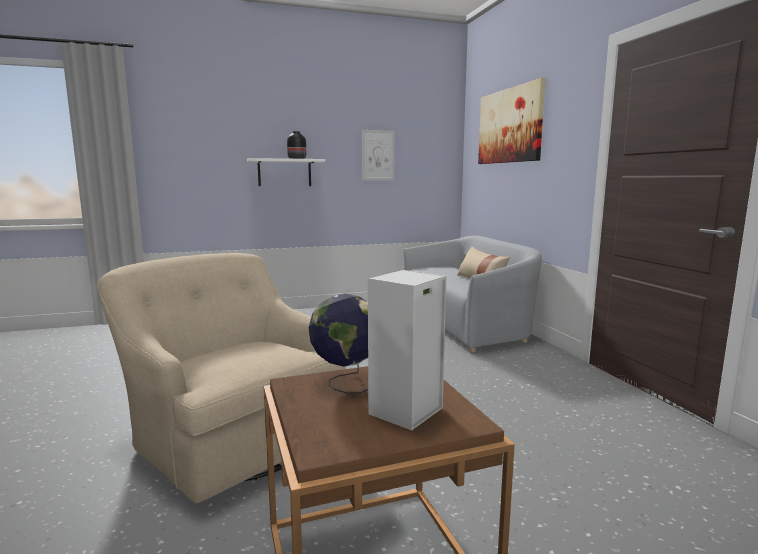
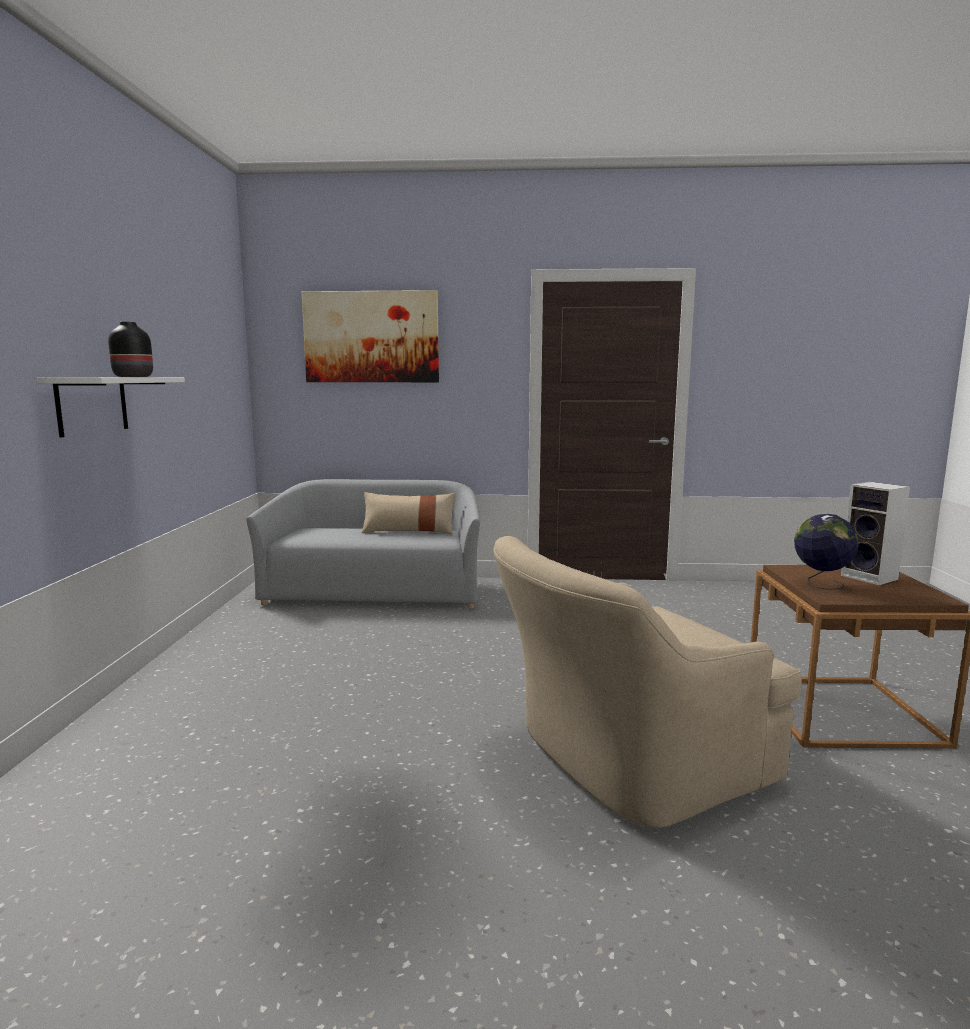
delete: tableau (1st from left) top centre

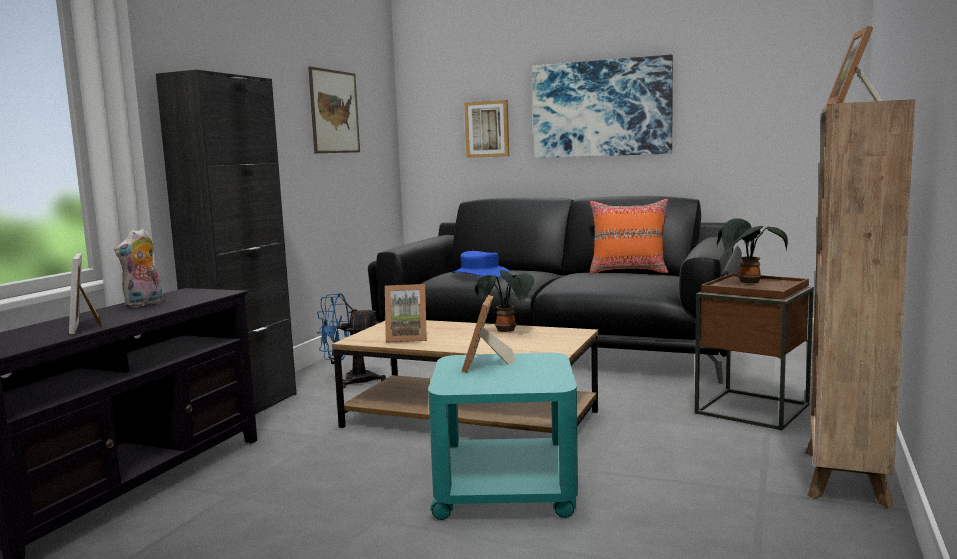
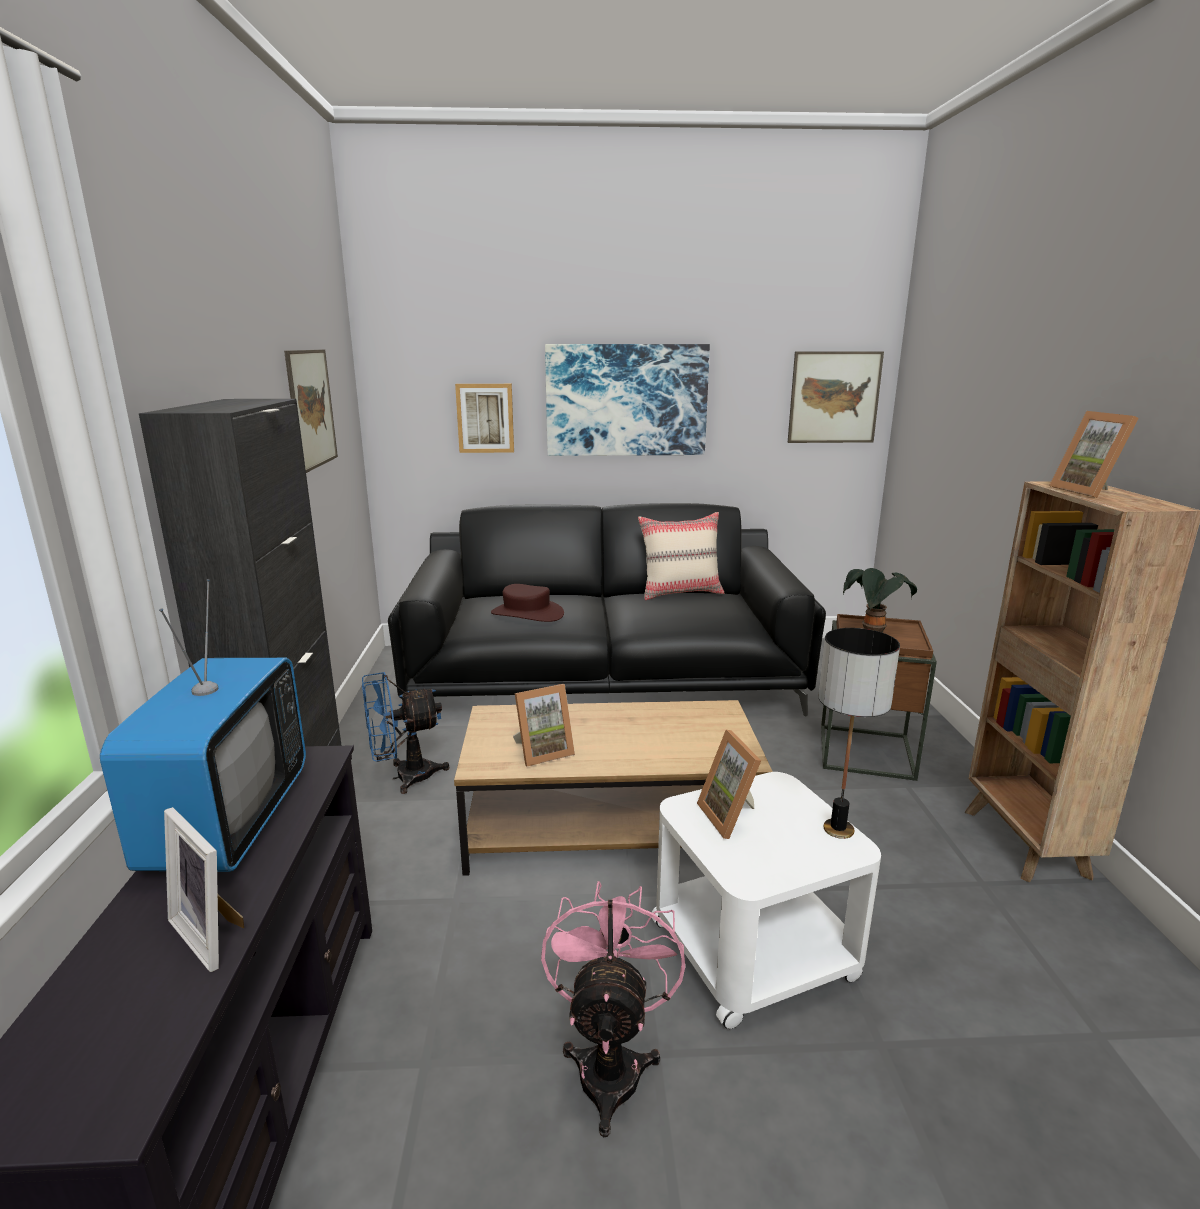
delete: plante en pot (1st from left) centre
insert: tableau (4th from left) top right; lampe de table middle right; ventilateur [rose] bottom centre
replace: peluche middle left to téléviseur middle left
recolor: coussin [orange] centre to coussin [beige] centre; chapeau [bleu] centre to chapeau [marron] centre; table d'appoint [turquoise] bottom centre to table d'appoint [blanc] bottom centre

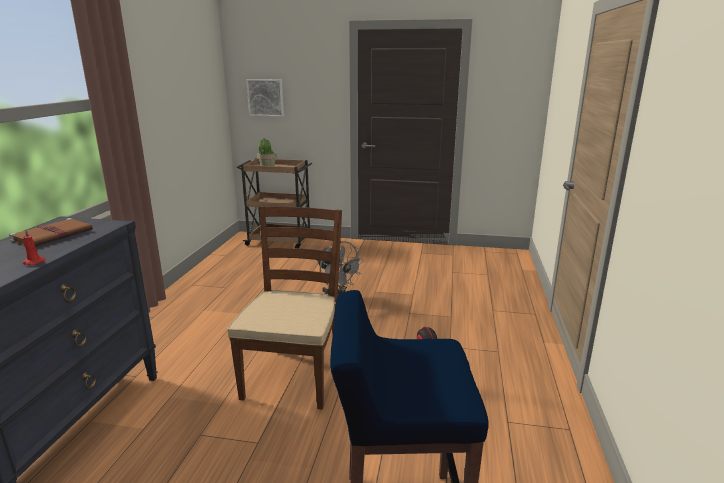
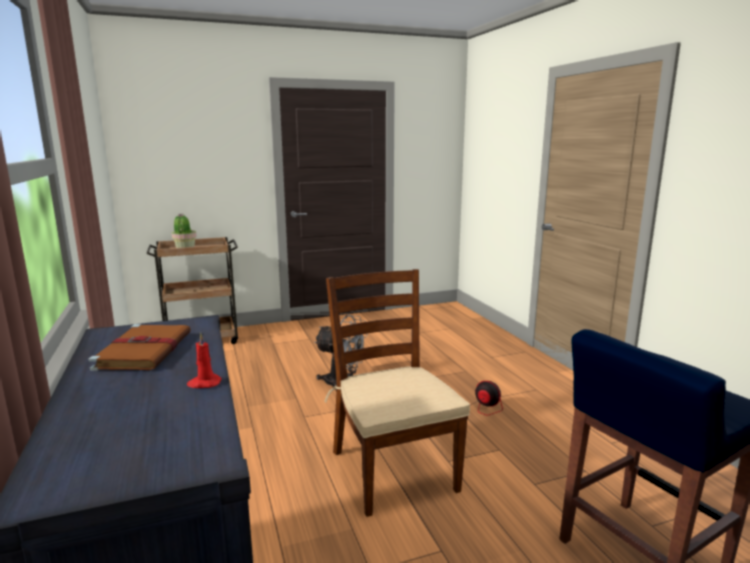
delete: tableau top centre

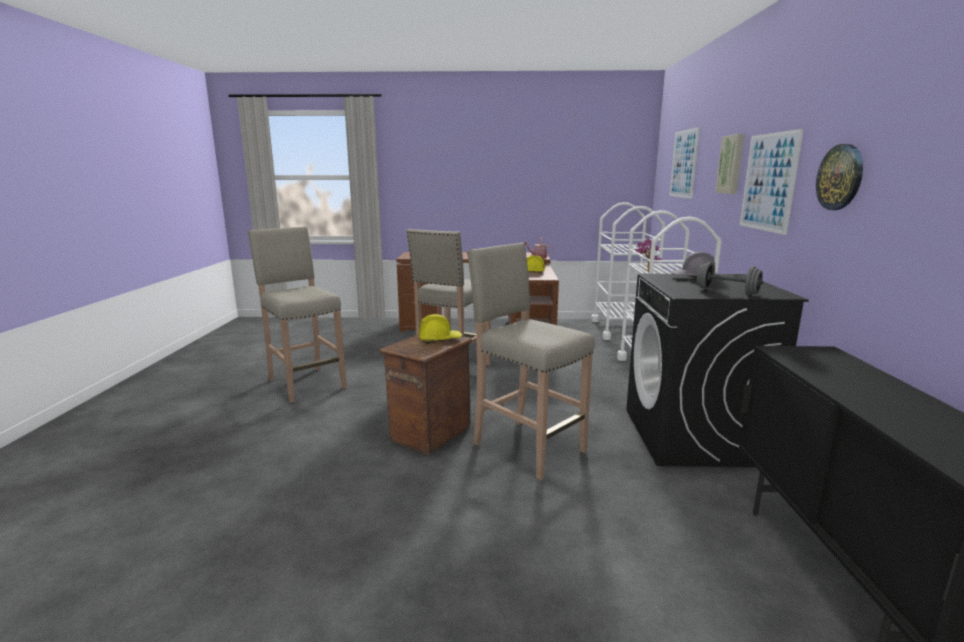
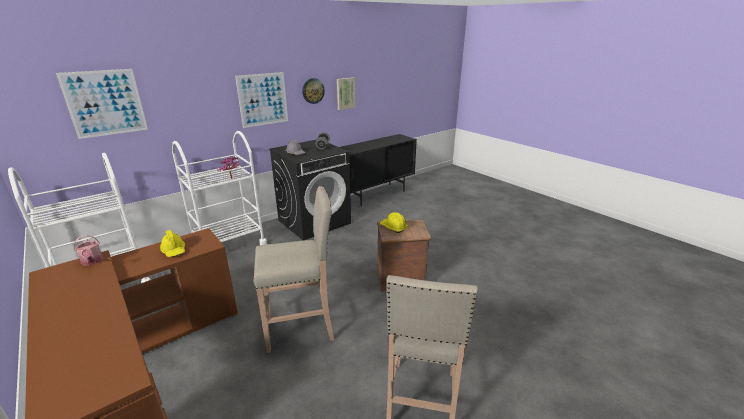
delete: tabouret [beige] (3rd from left) centre
move: tableau (2nd from left in the first image) top right to tableau (3rd from left) top centre

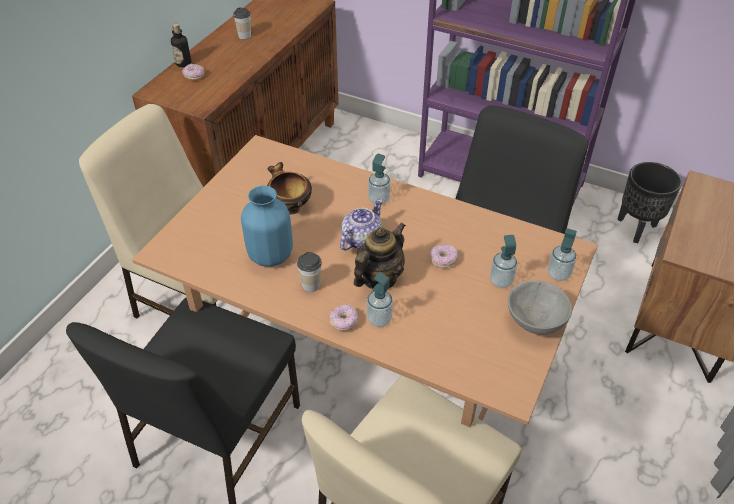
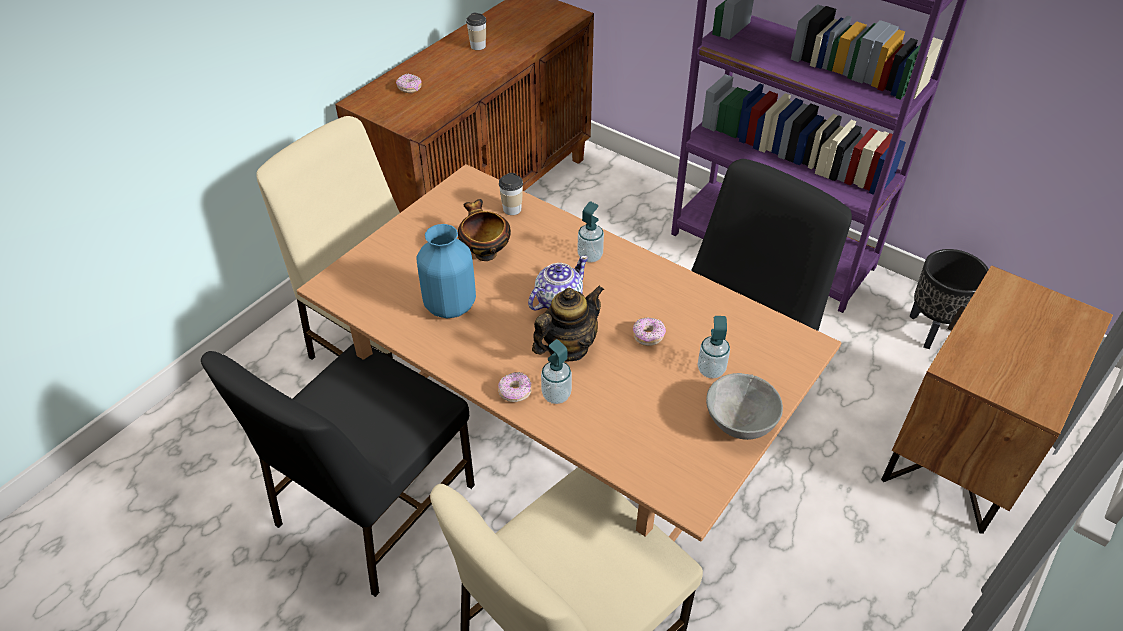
delete: bouteille top left; distributeur de savon (4th from left) middle right
move: tasse (2nd from left) centre to top centre

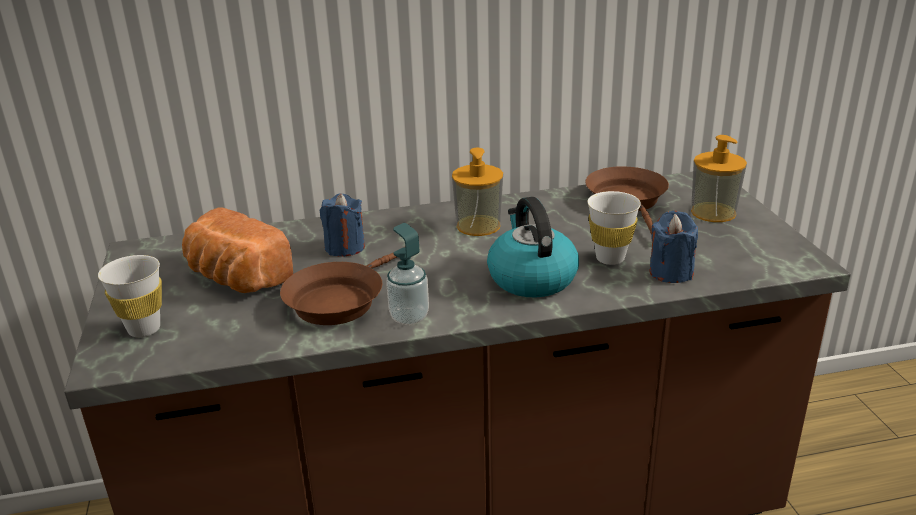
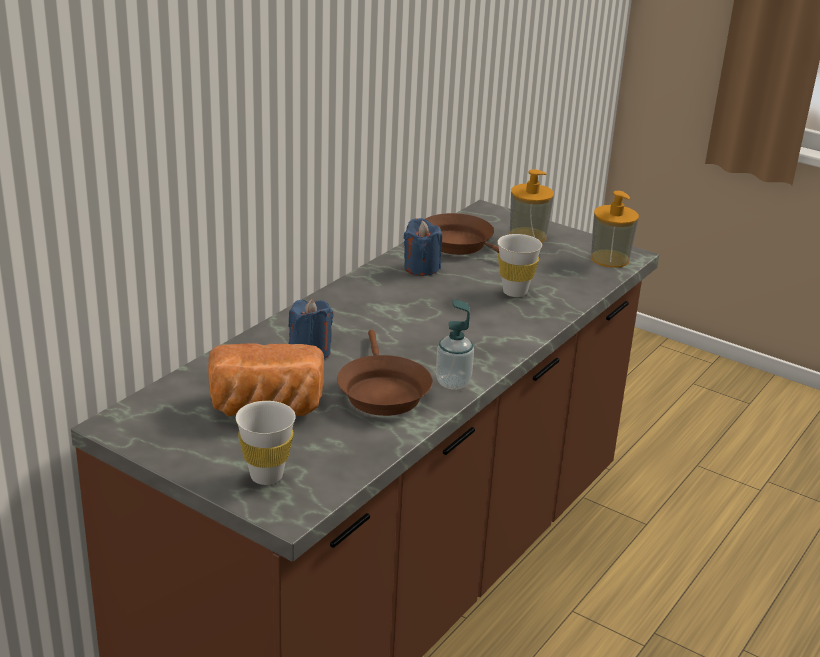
delete: bouilloire centre
move: distributeur de savon (2nd from left in the first image) centre to distributeur de savon (3rd from left) middle right; bougie [bleu] (2nd from left) middle right to centre

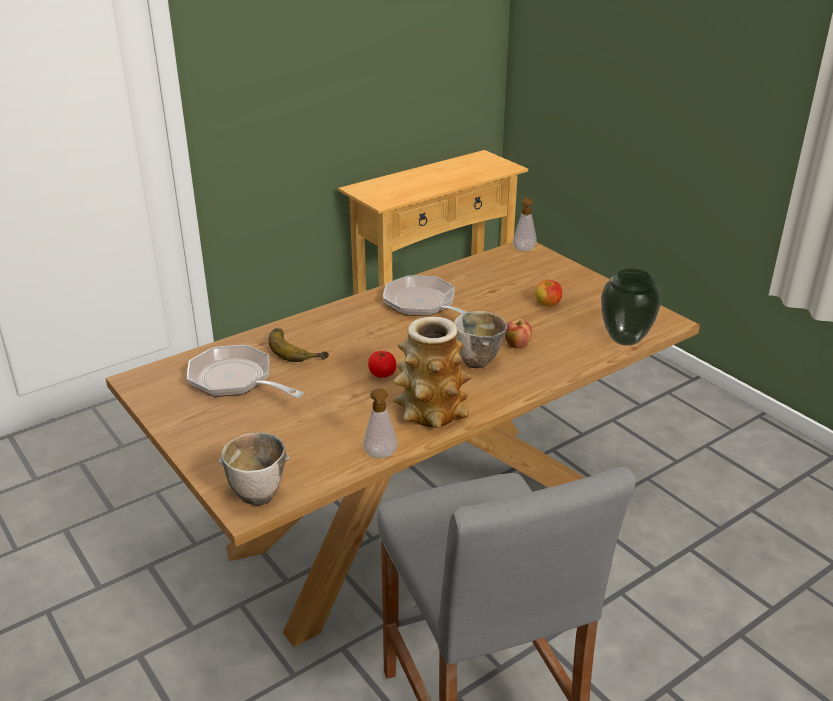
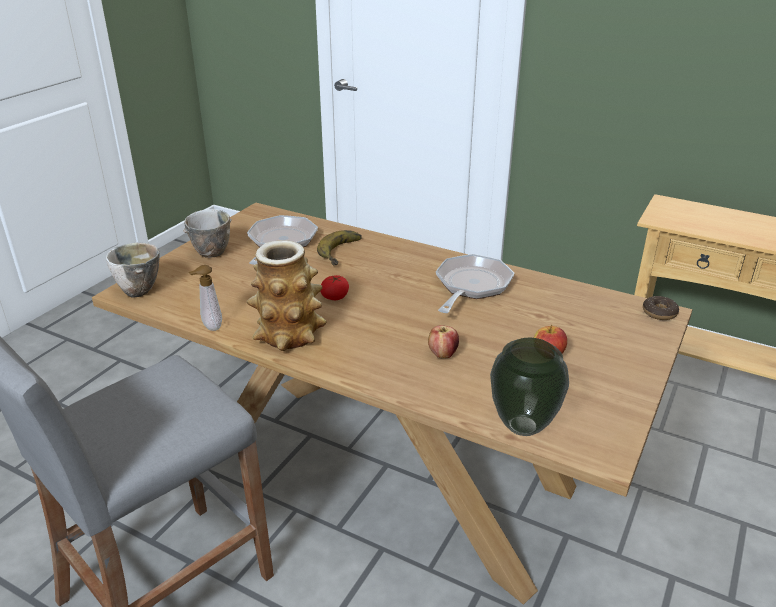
move: bol (2nd from left) centre to middle left
replace: distributeur de savon (2nd from left) top centre to beignet middle right

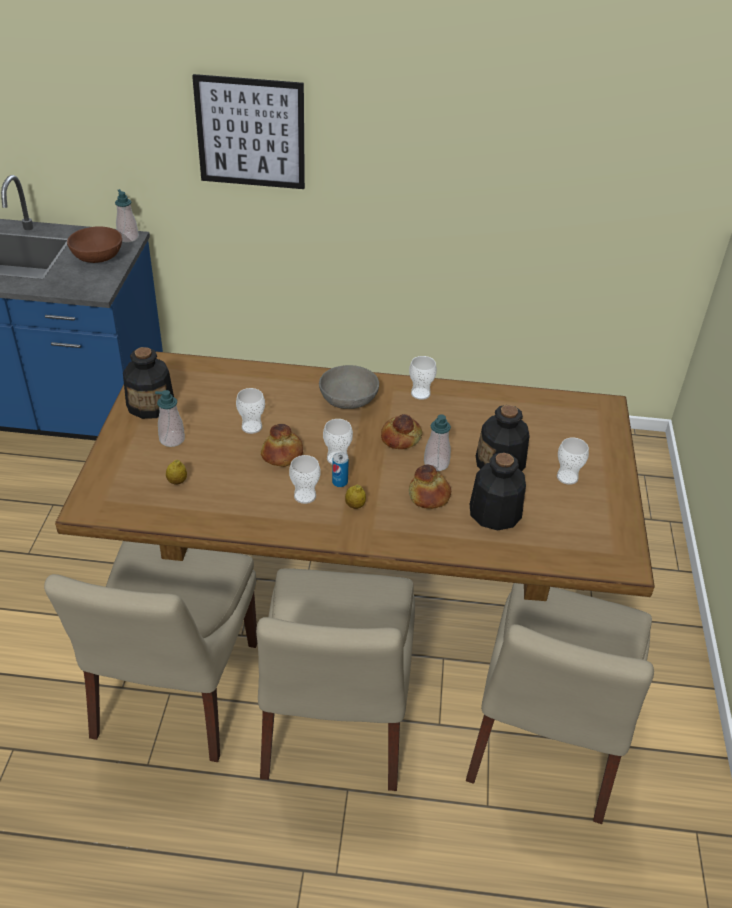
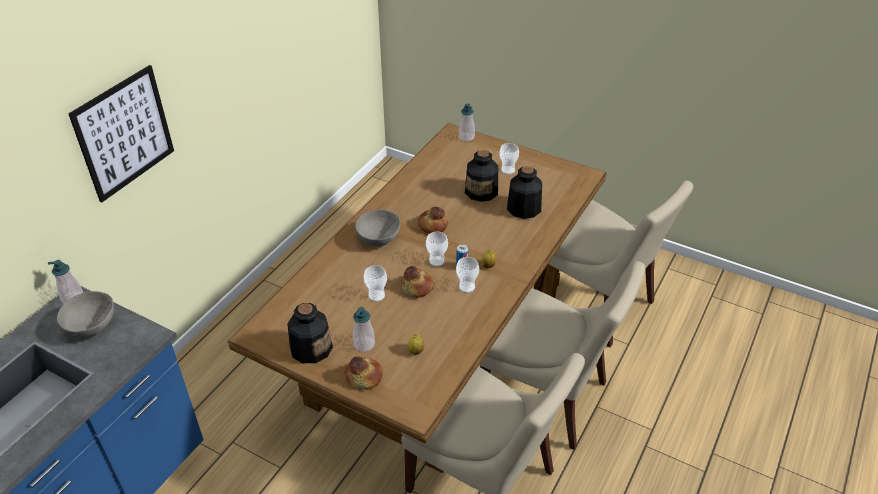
delete: tasse (4th from left) centre
move: distributeur de savon (3rd from left) centre to top centre; pain (3rd from left in the first image) centre to pain (1st from left) bottom centre
recolor: bol [marron] top left to bol [gris] (1st from left) middle left

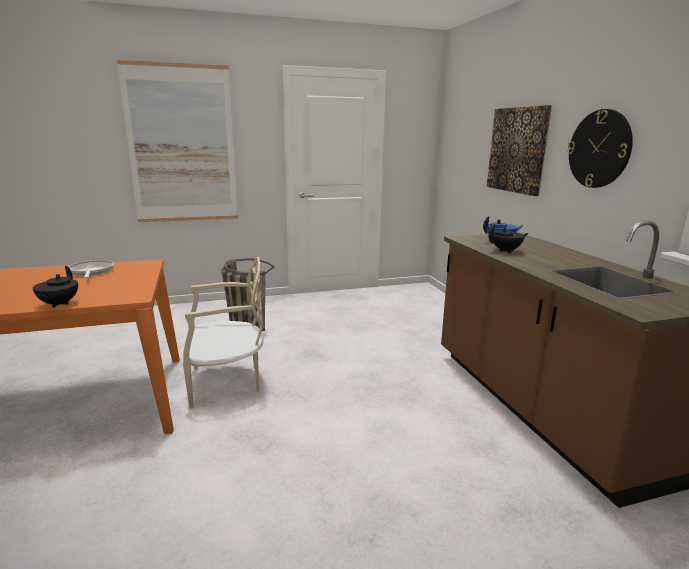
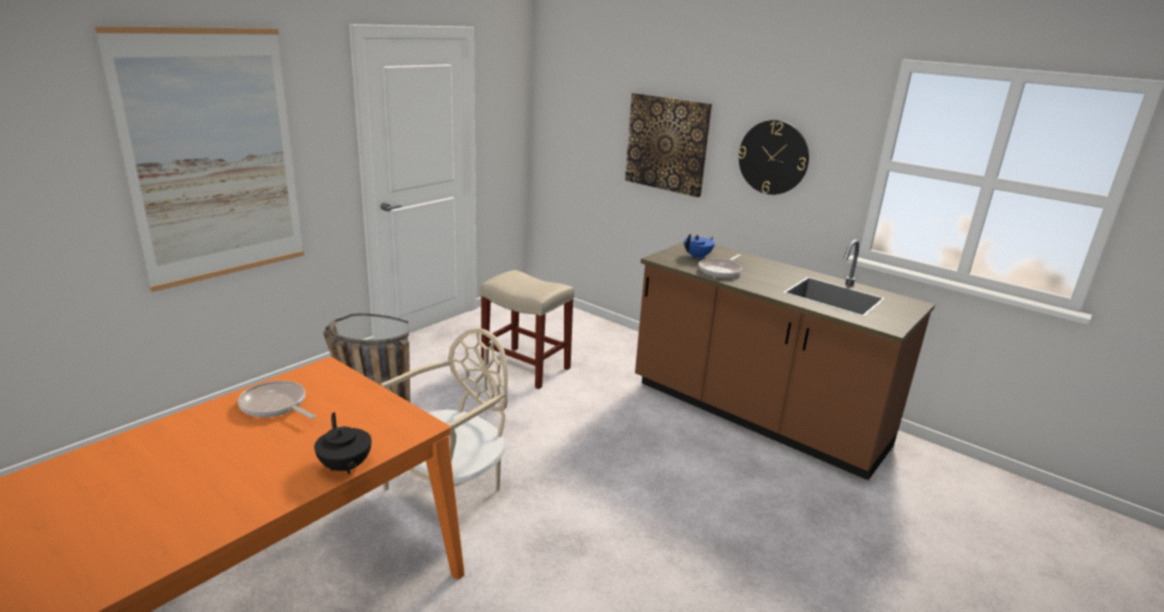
insert: tabouret [beige] centre
replace: théière [noir] (2nd from left) middle right to poêle (2nd from left) centre

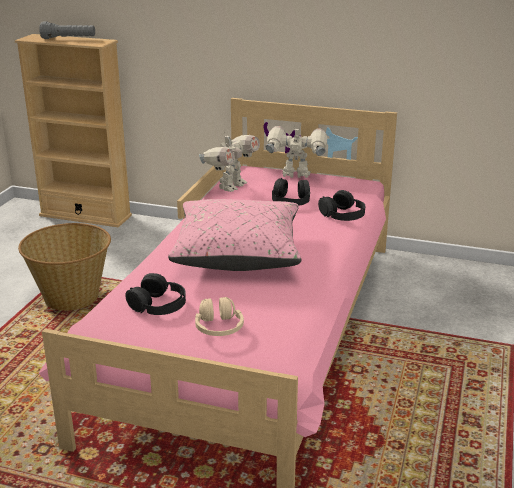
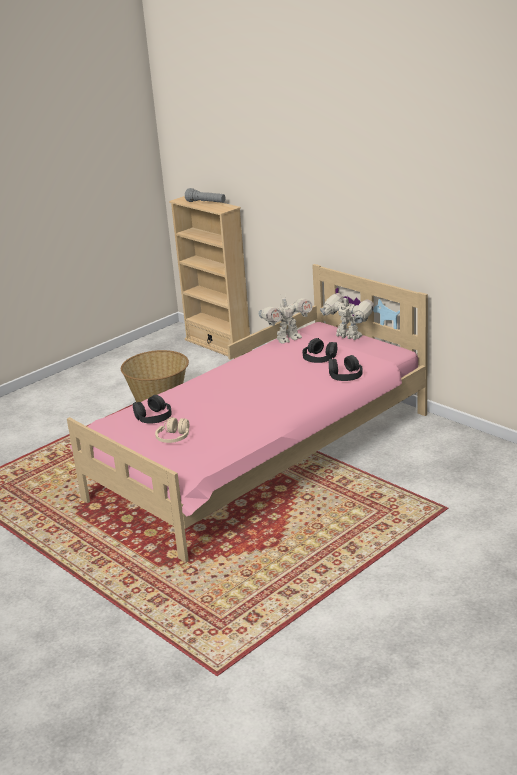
delete: coussin [rose] centre

